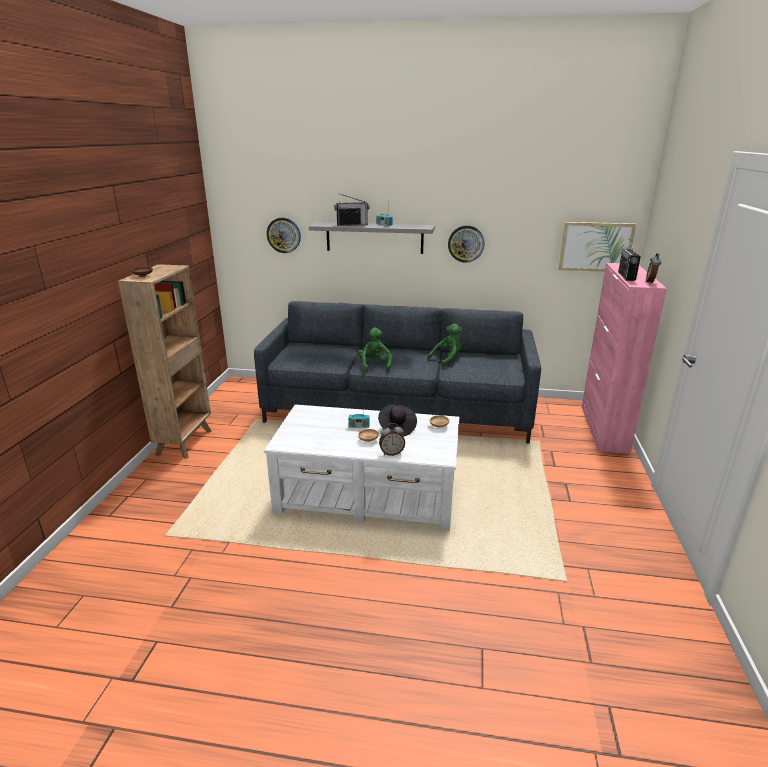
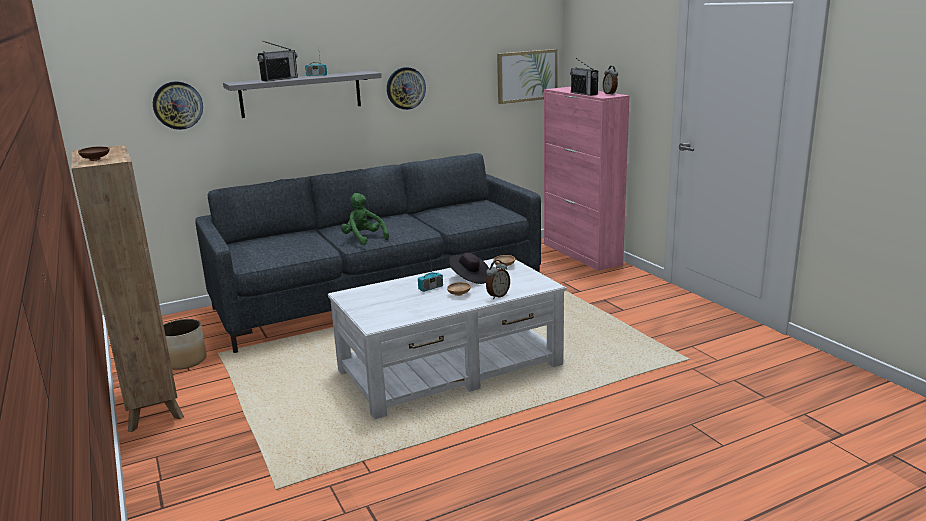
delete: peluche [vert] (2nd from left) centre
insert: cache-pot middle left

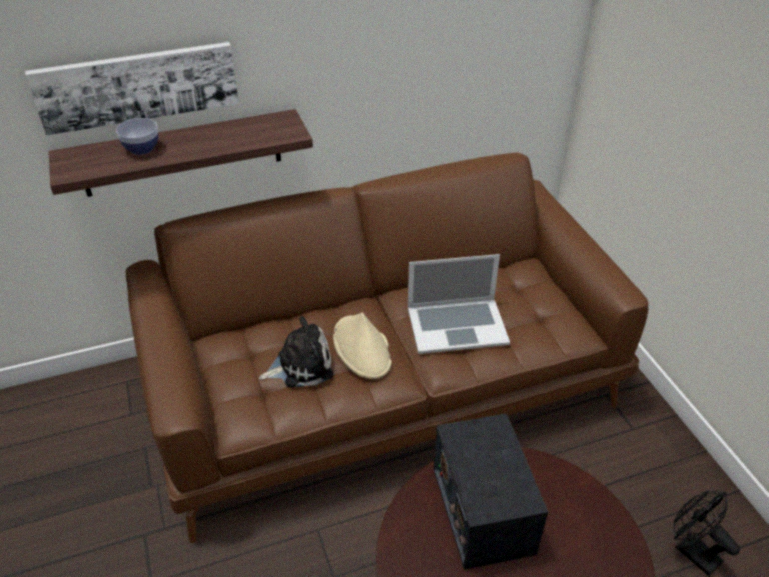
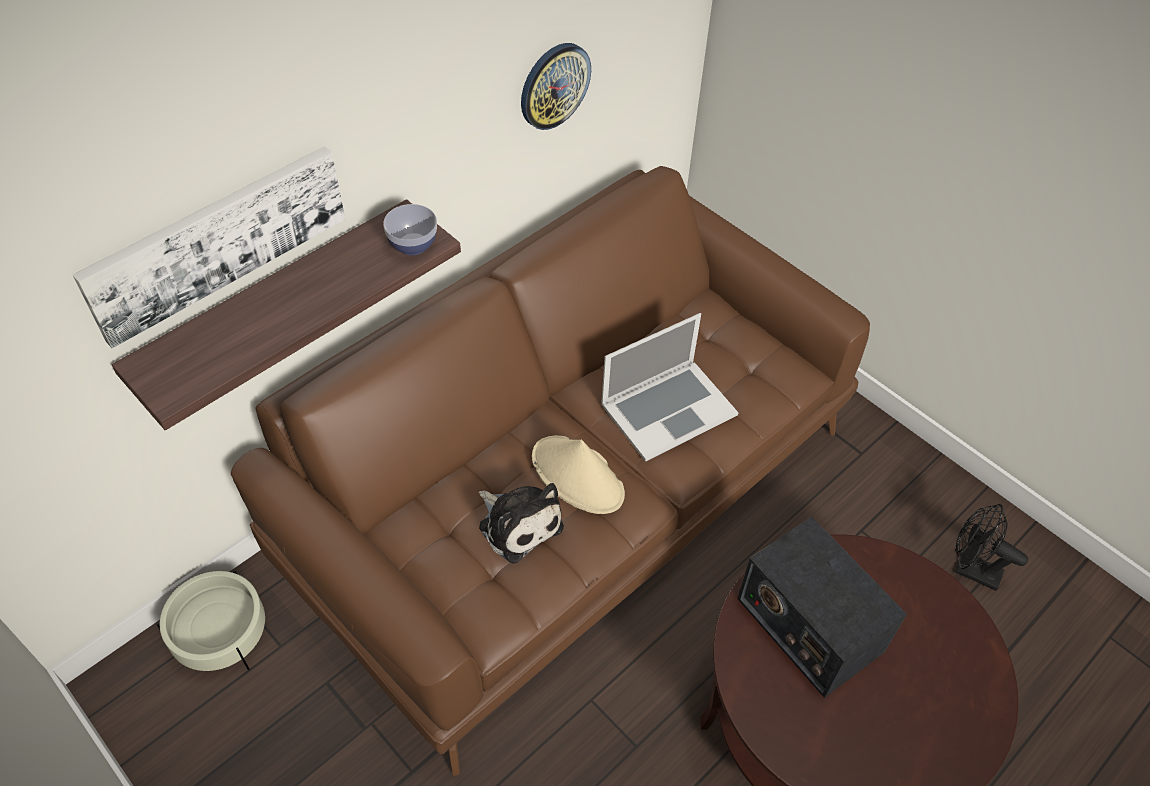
insert: horloge murale top centre; cache-pot [beige] bottom left
move: bol top left to top centre
rotate: peluche centre = centre 90 degrees clockwise

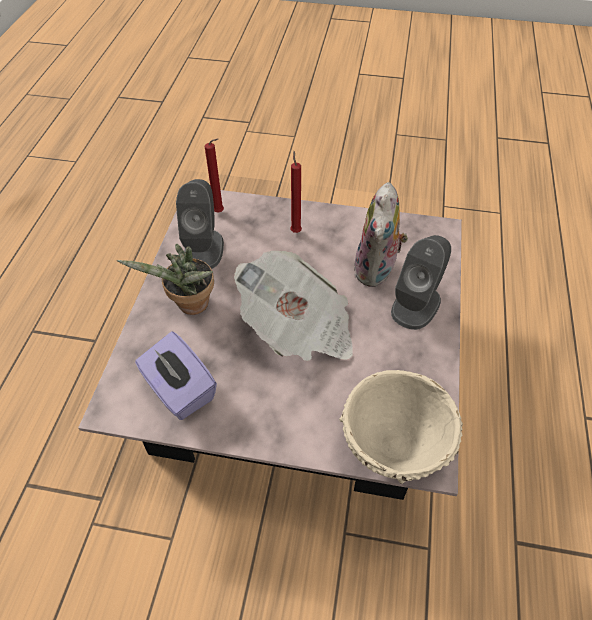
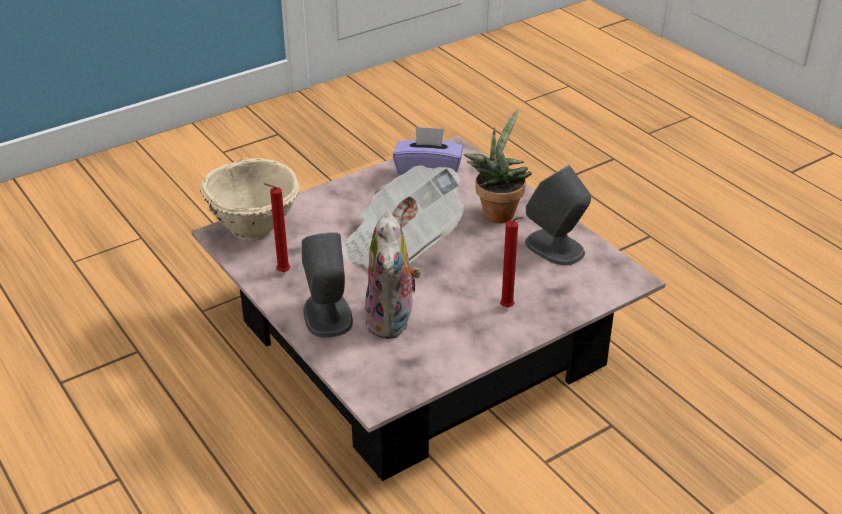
move: bougie [rouge] (1st from left) top centre to middle left
rotate: peluche centre = centre 150 degrees counterclockwise

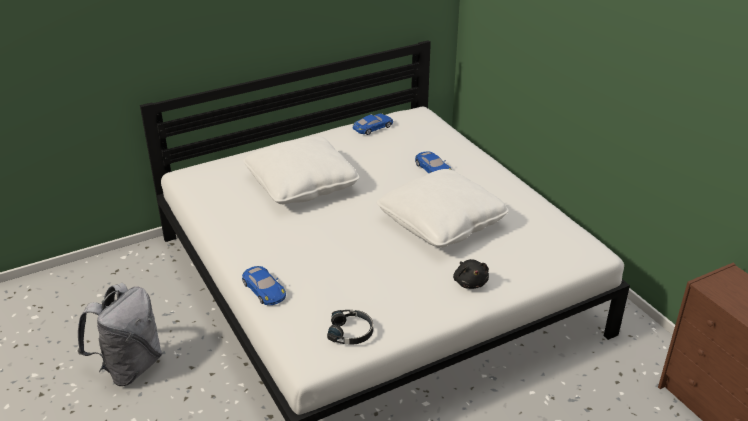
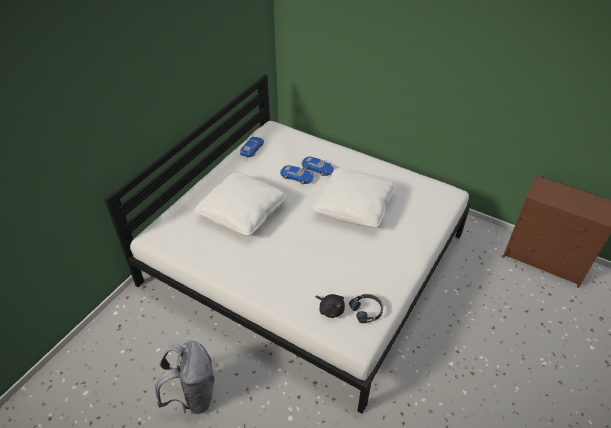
move: peluche [noir] centre to bottom centre; petite voiture [bleu] (1st from left in the first image) bottom centre to petite voiture [bleu] (2nd from left) centre

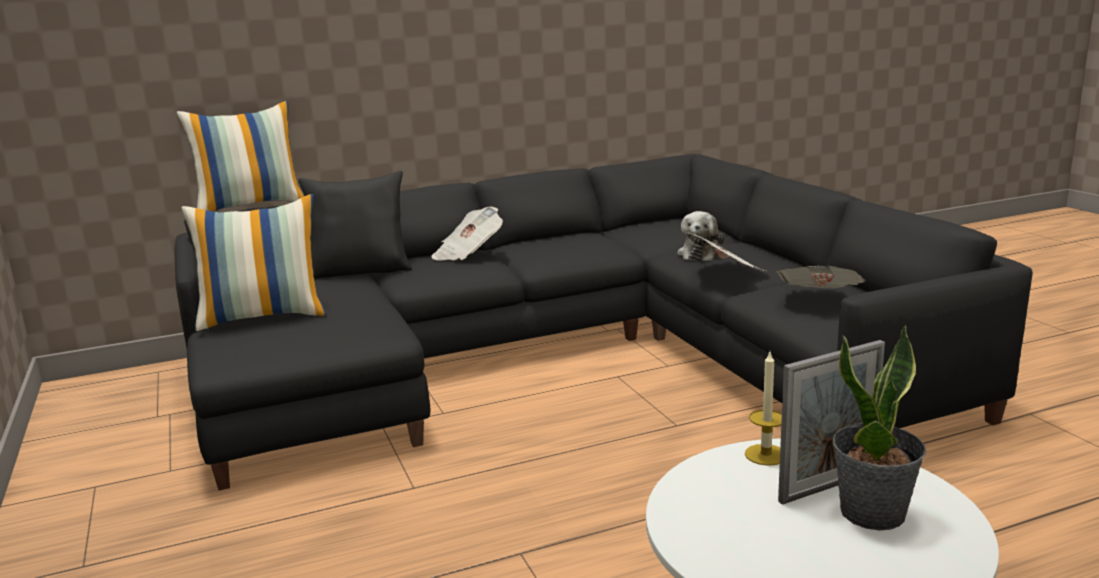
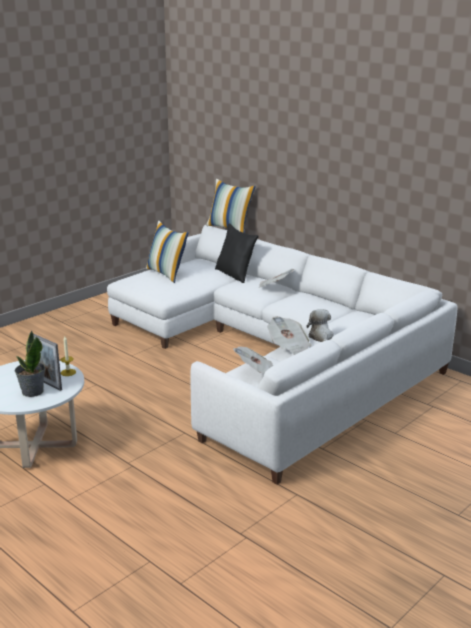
recolor: canapé [noir] centre to canapé [blanc] centre
rotate: peluche centre = middle right 90 degrees clockwise

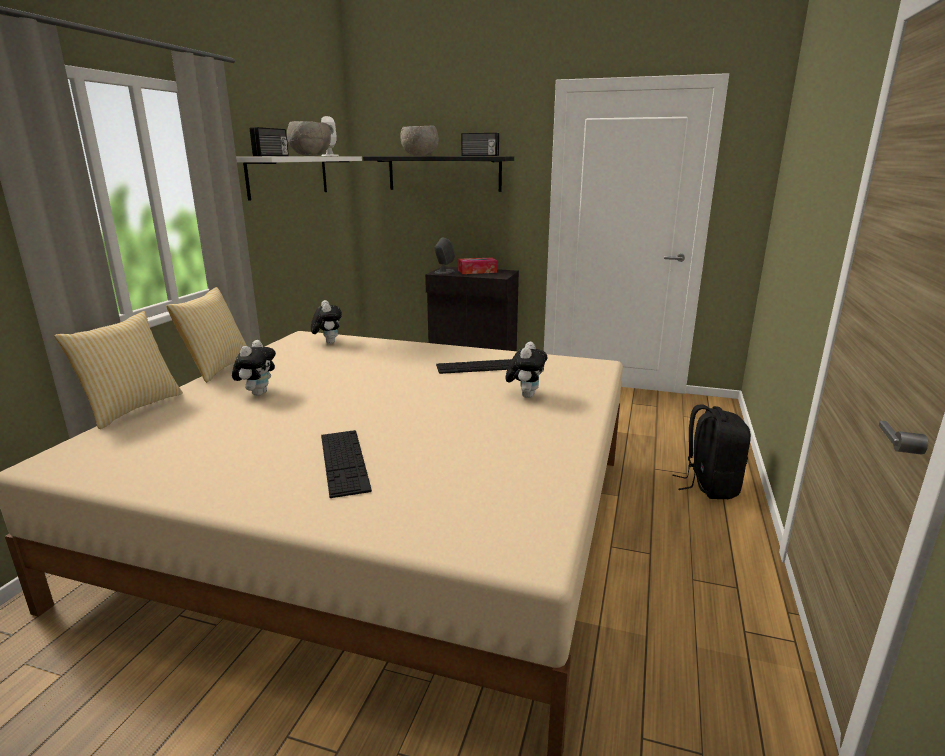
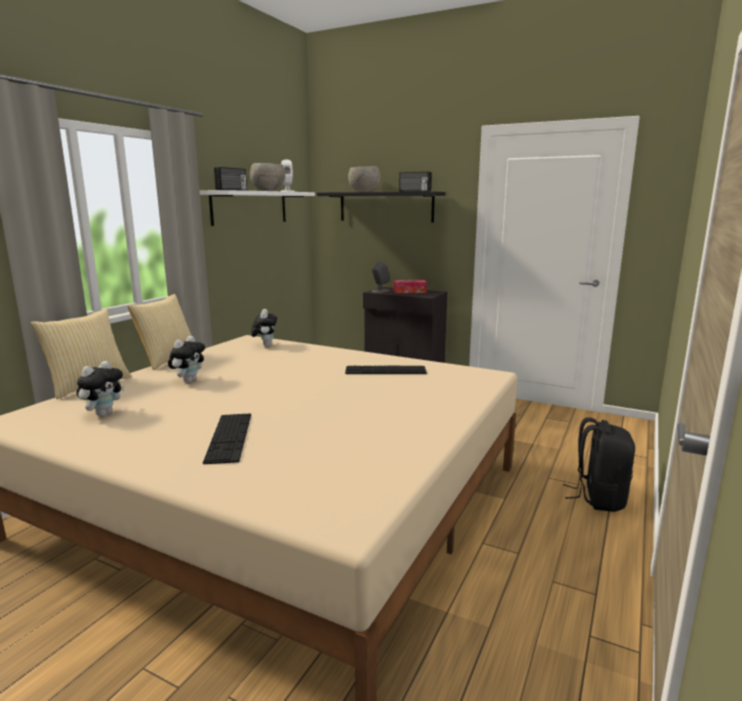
move: peluche (3rd from left in the first image) centre to peluche (1st from left) middle left

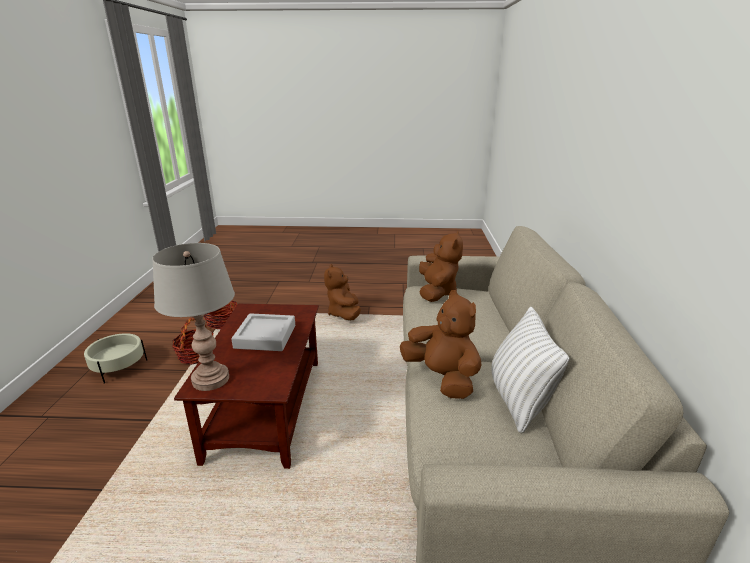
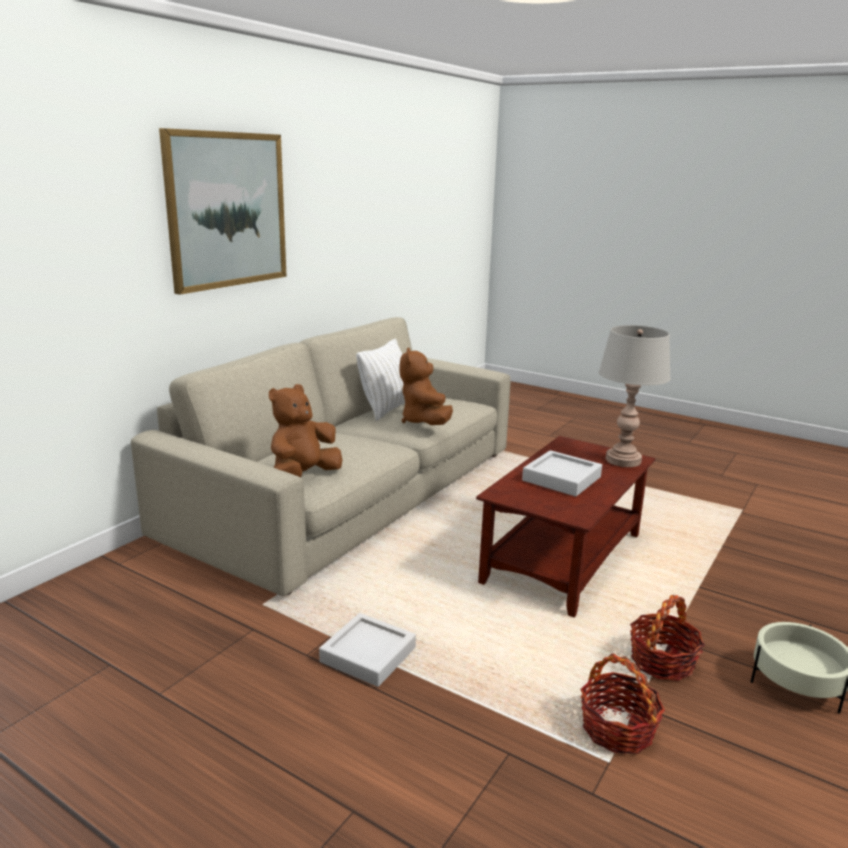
insert: tableau top left
replace: peluche [marron] (1st from left) centre to plateau [gris] (1st from left) bottom centre

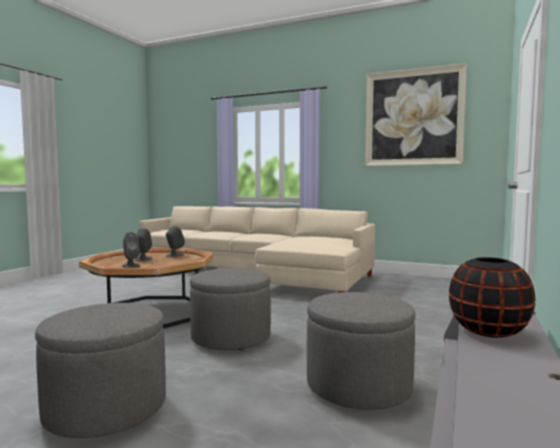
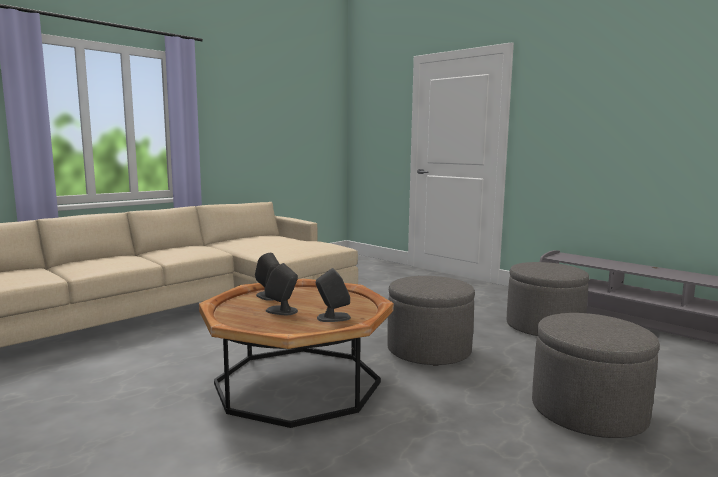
delete: tableau top right; vase [noir] middle right

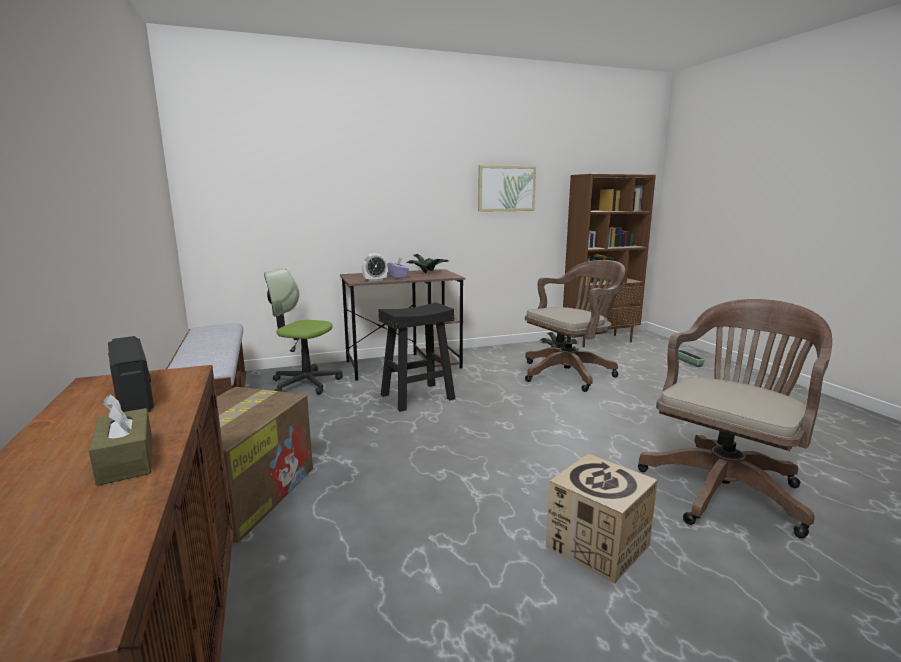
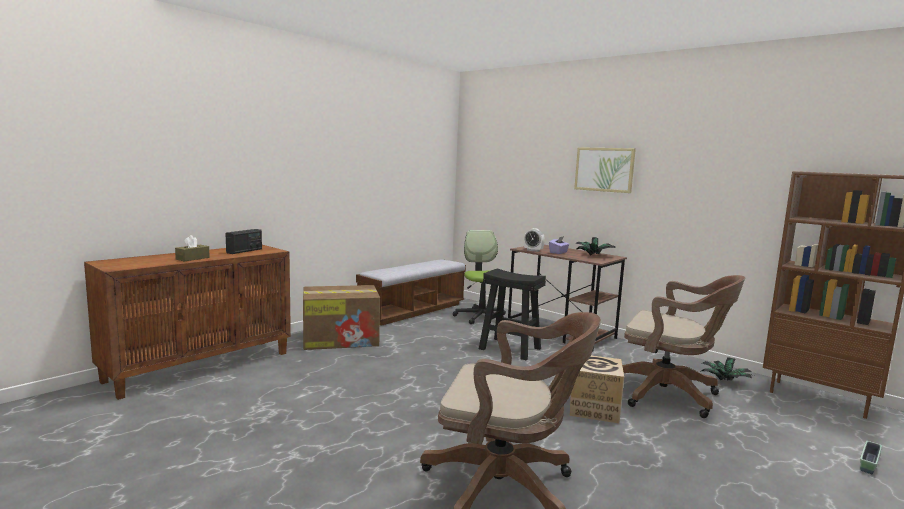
move: tableau top centre to middle right; carton (2nd from left) bottom right to bottom centre

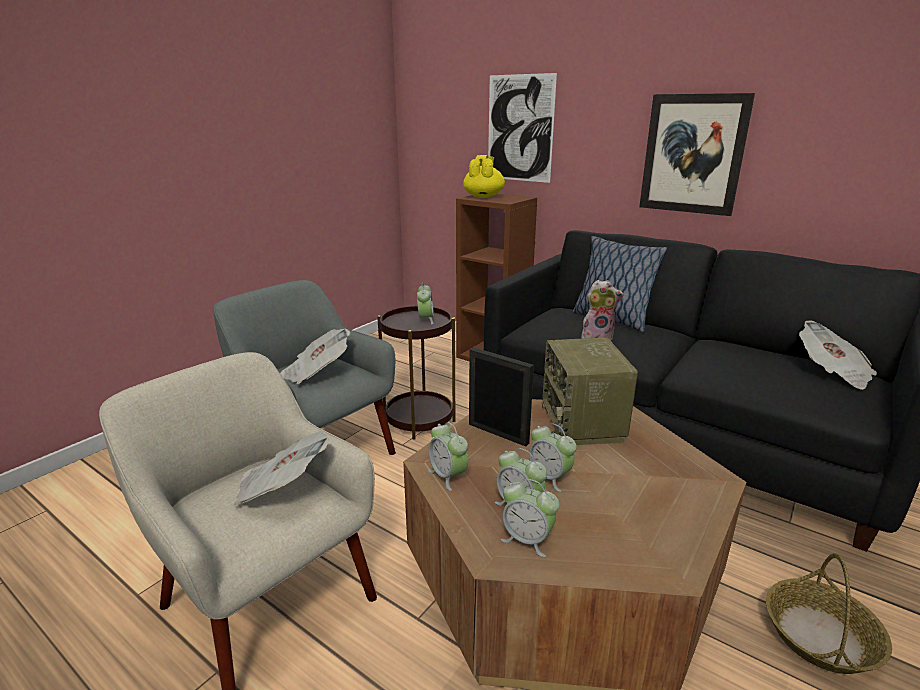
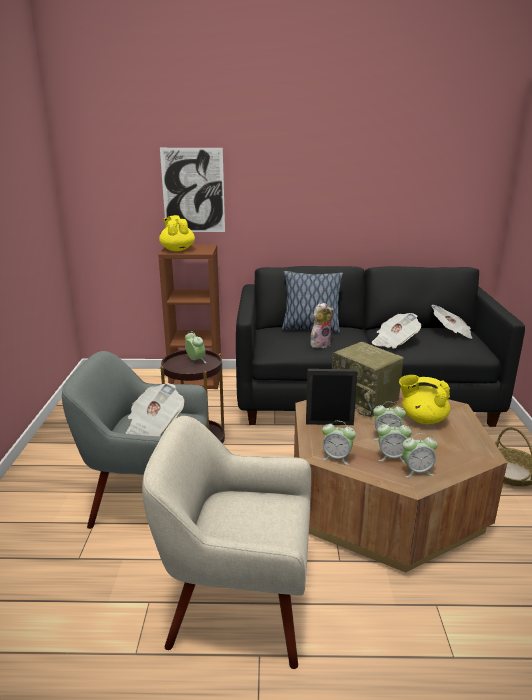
delete: tableau (2nd from left) top right
insert: théière [jaune] (2nd from left) middle right
move: journal (1st from left in the first image) bottom left to journal (2nd from left) middle right

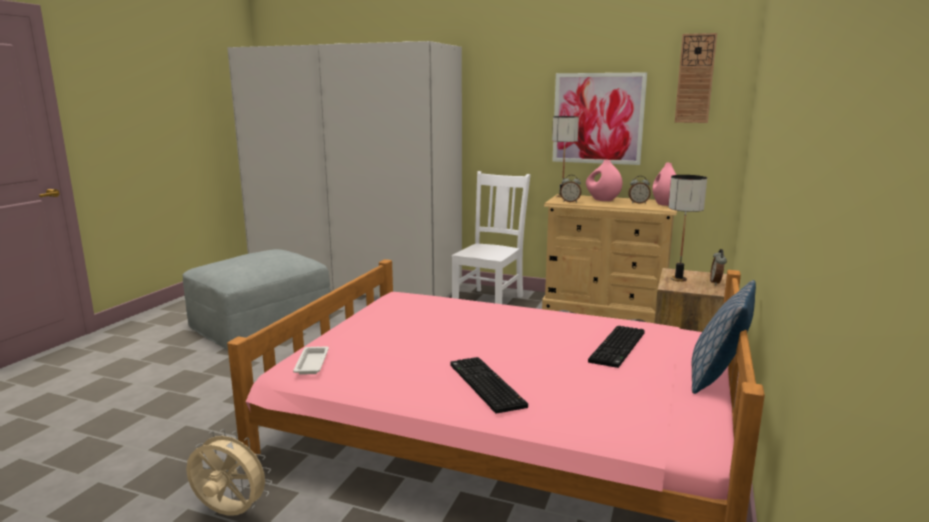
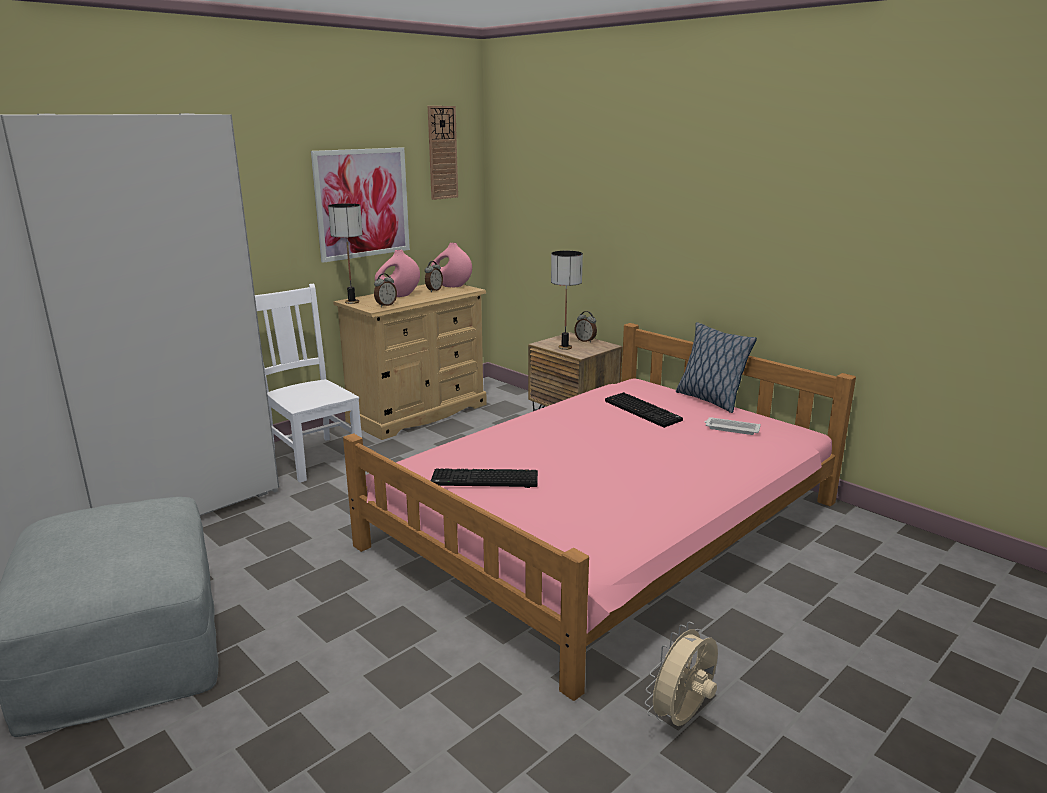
move: plateau [blanc] bottom centre to middle right; clavier (1st from left) bottom centre to centre

